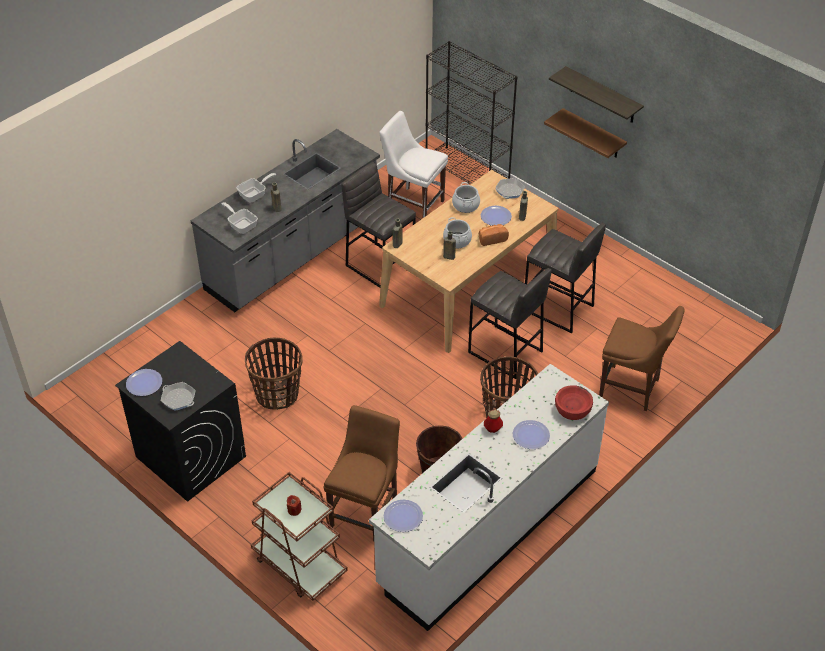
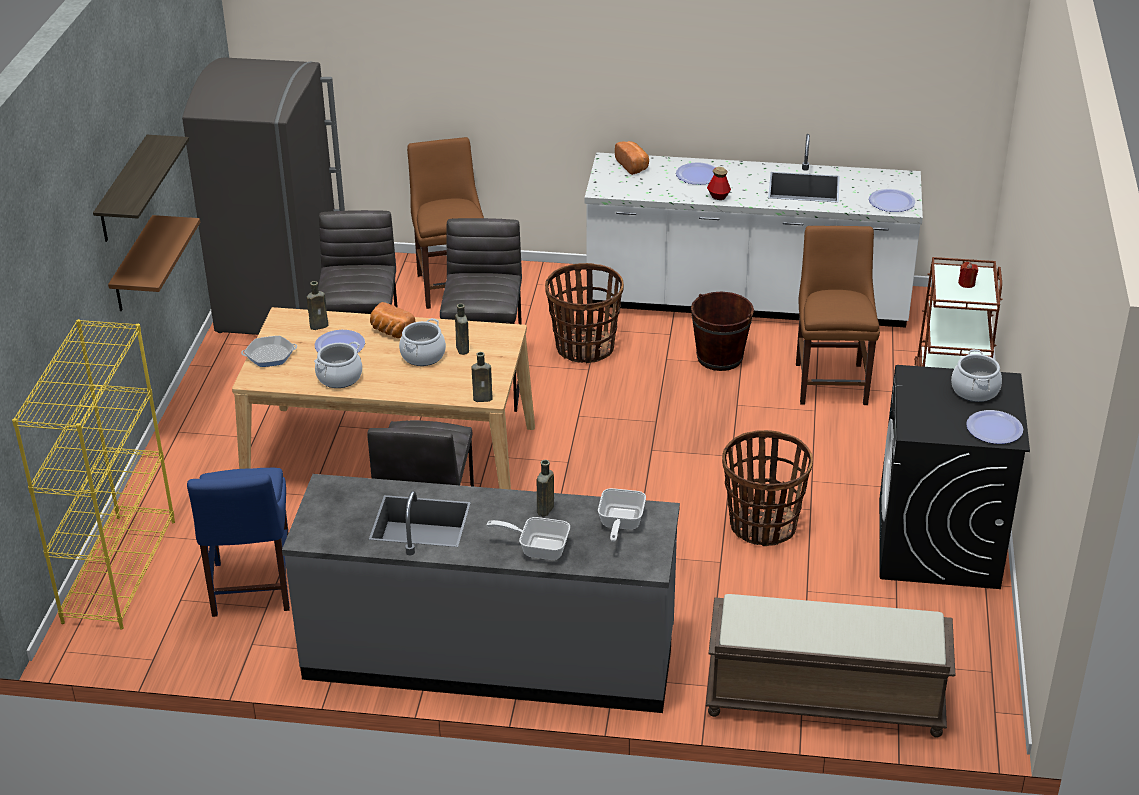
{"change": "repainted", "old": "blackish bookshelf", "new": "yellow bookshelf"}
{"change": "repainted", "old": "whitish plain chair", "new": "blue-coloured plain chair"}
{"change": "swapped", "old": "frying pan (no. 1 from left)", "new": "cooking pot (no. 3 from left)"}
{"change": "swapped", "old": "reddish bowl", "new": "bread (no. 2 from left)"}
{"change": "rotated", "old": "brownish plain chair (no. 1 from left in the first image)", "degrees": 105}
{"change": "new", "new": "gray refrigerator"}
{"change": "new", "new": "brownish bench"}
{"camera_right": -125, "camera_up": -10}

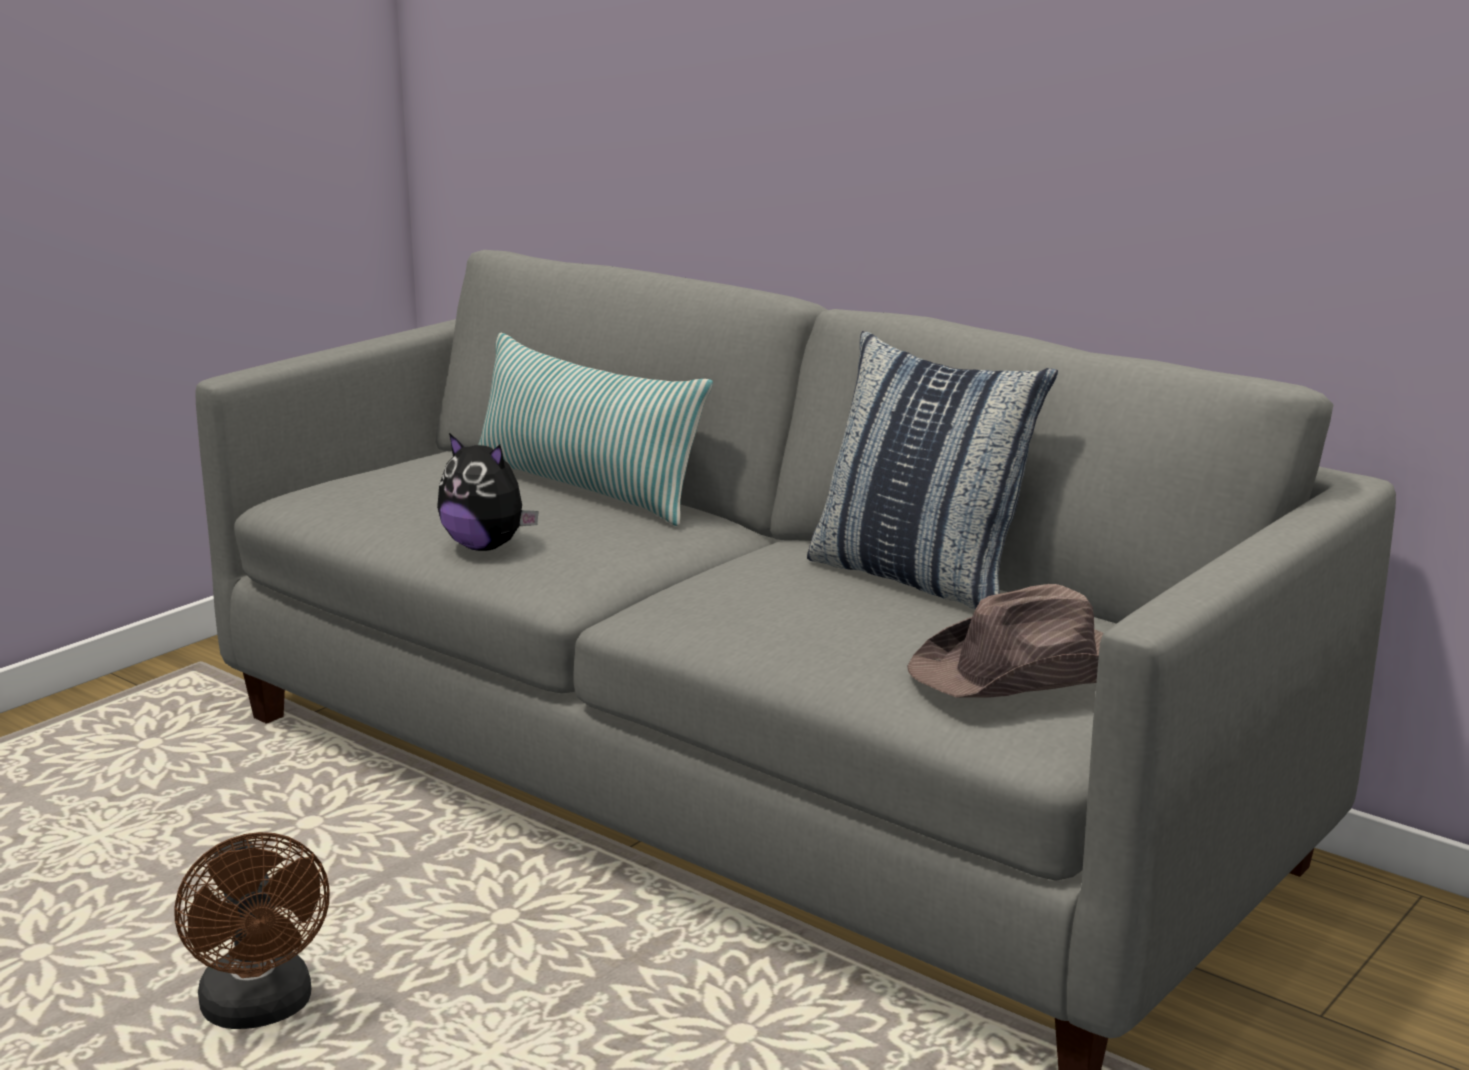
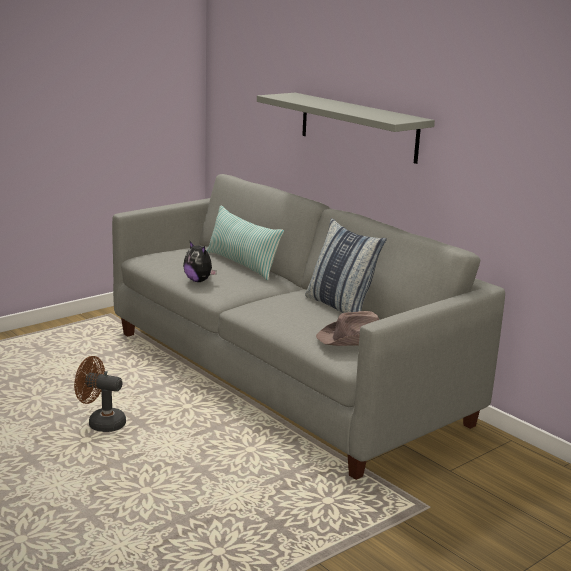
{"change": "rotated", "old": "brownish electric fan", "degrees": 120}
{"change": "new", "new": "gray wall shelf"}
{"camera_right": 10, "camera_up": 0}

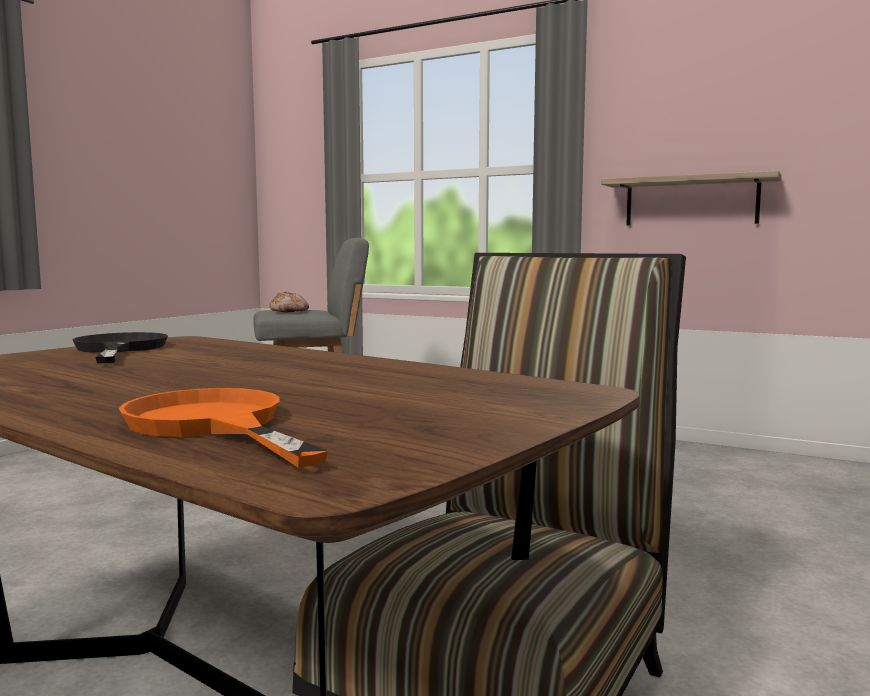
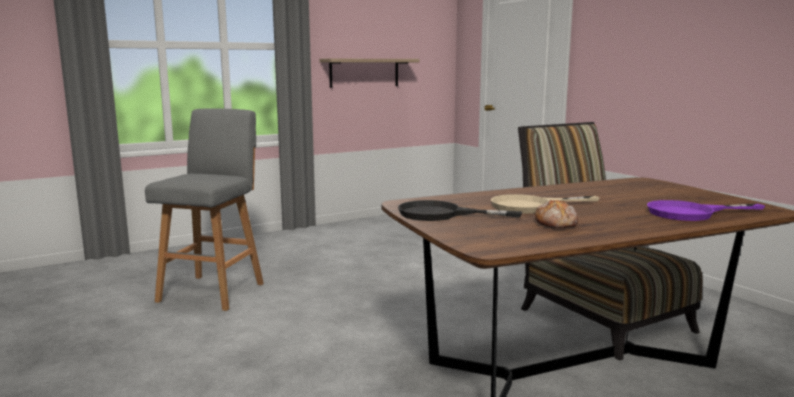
{"change": "shifted", "old": "bread"}
{"change": "repainted", "old": "orange frying pan", "new": "purple frying pan"}
{"change": "new", "new": "sand-coloured frying pan"}
{"camera_right": -60, "camera_up": 5}

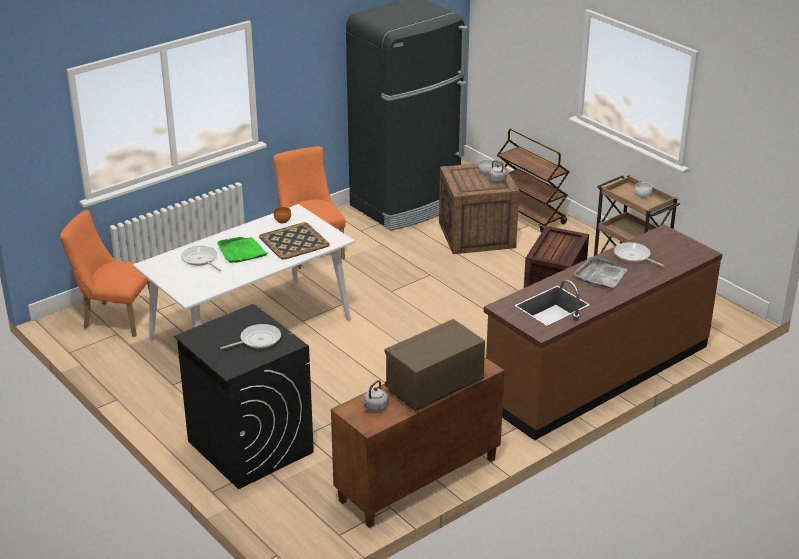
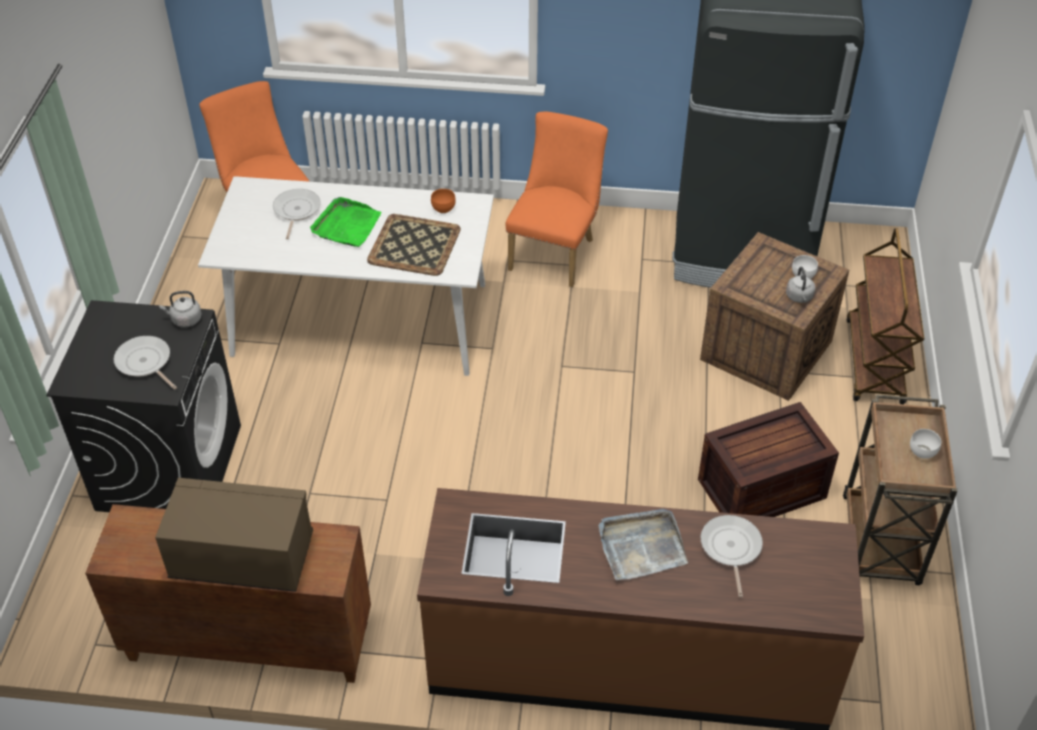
{"change": "rotated", "old": "frying pan (no. 2 from left in the first image)", "degrees": -150}
{"change": "shifted", "old": "gray water kettle (no. 1 from left)"}
{"camera_right": 45, "camera_up": 15}

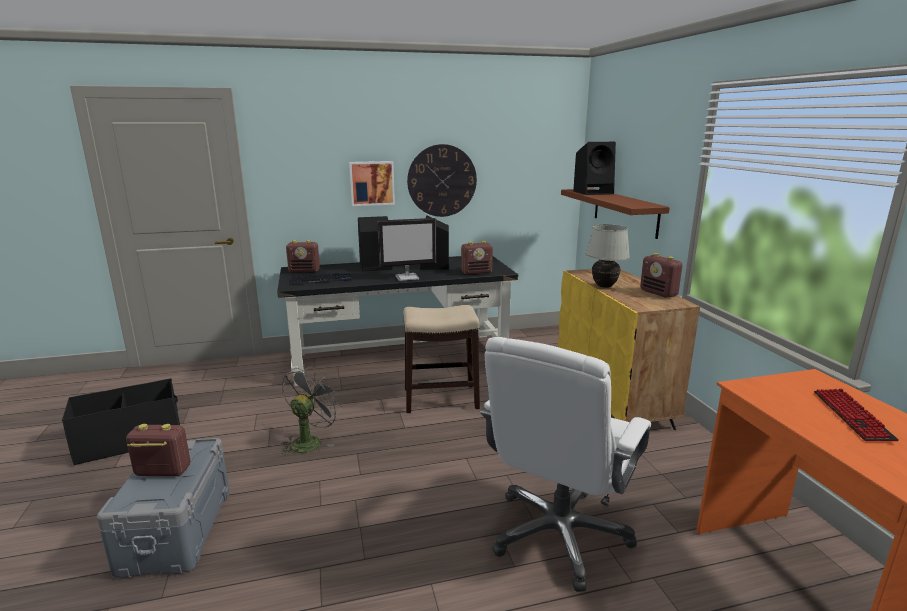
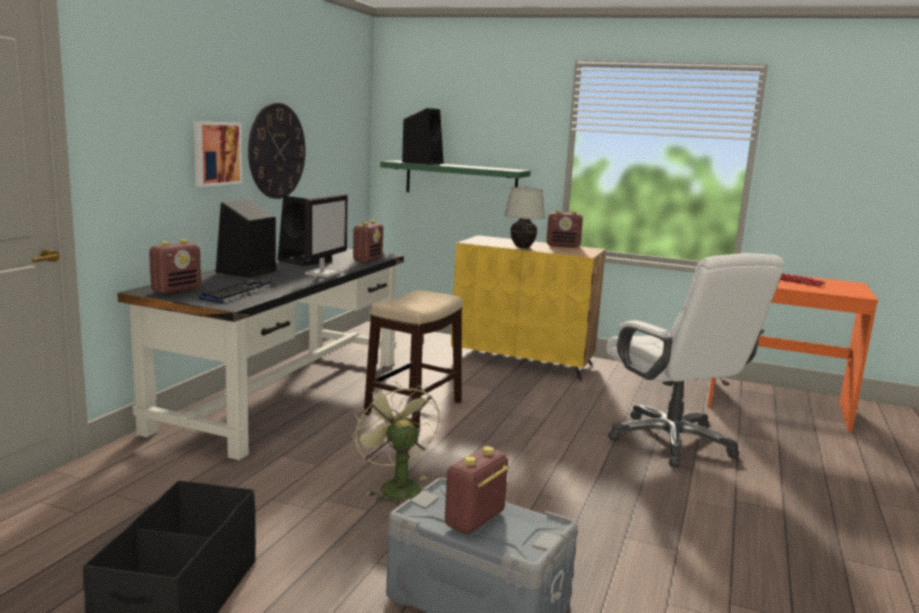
{"change": "repainted", "old": "brownish wall shelf", "new": "greenish wall shelf"}
{"change": "repainted", "old": "gray electric fan", "new": "greenish electric fan"}
{"camera_right": -55, "camera_up": -5}

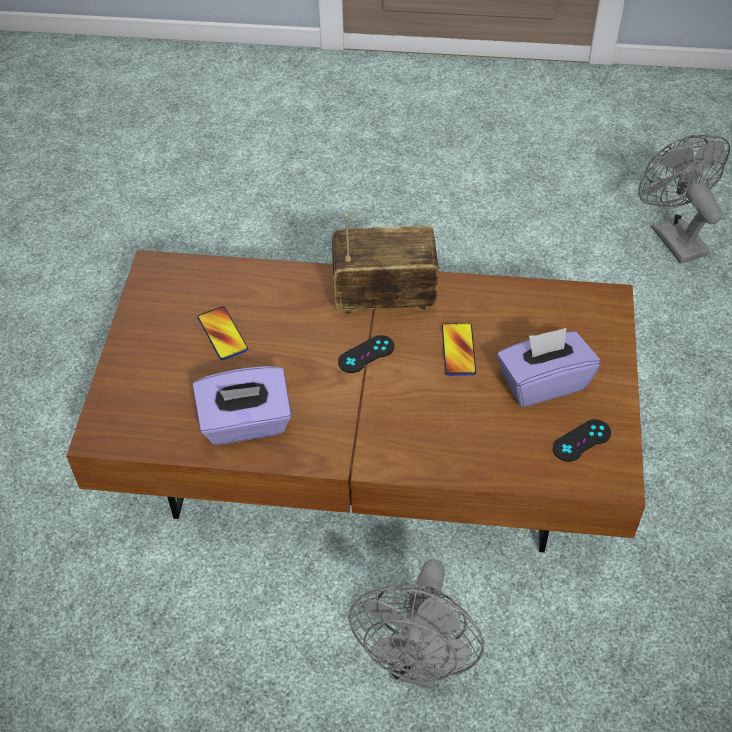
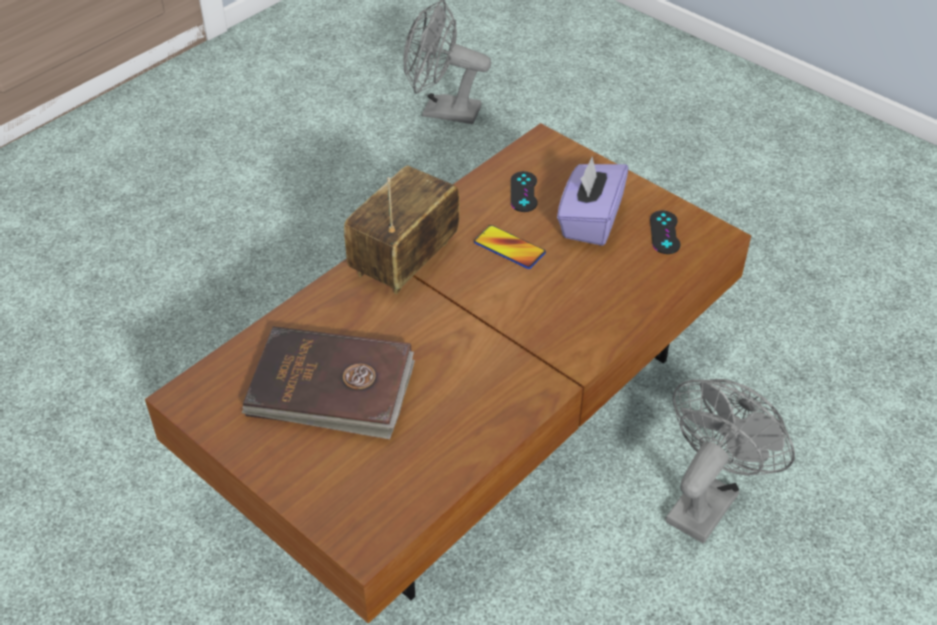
{"change": "swapped", "old": "phone (no. 1 from left)", "new": "brownish volume"}
{"change": "shifted", "old": "blackish game controller (no. 1 from left)"}
{"change": "gone", "old": "purple tissue box (no. 1 from left)"}
{"change": "rotated", "old": "gray electric fan (no. 1 from left in the first image)", "degrees": -105}
{"camera_right": -55, "camera_up": -5}

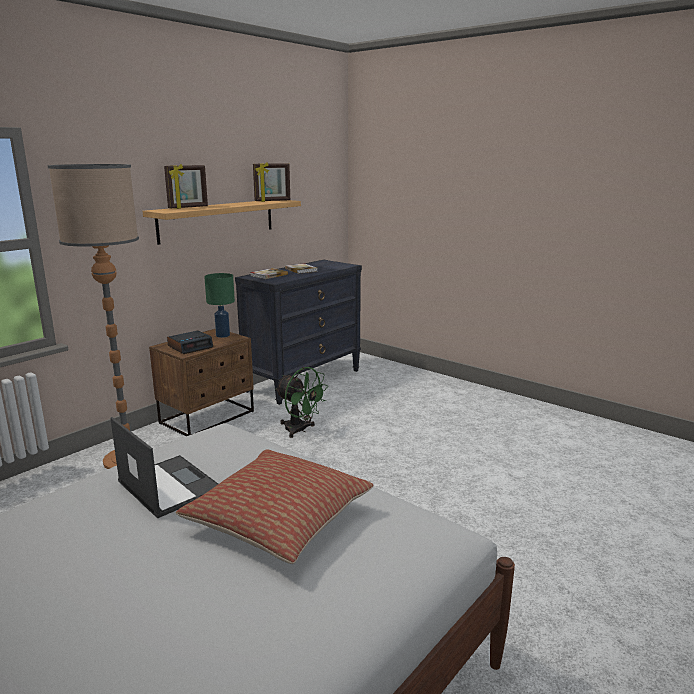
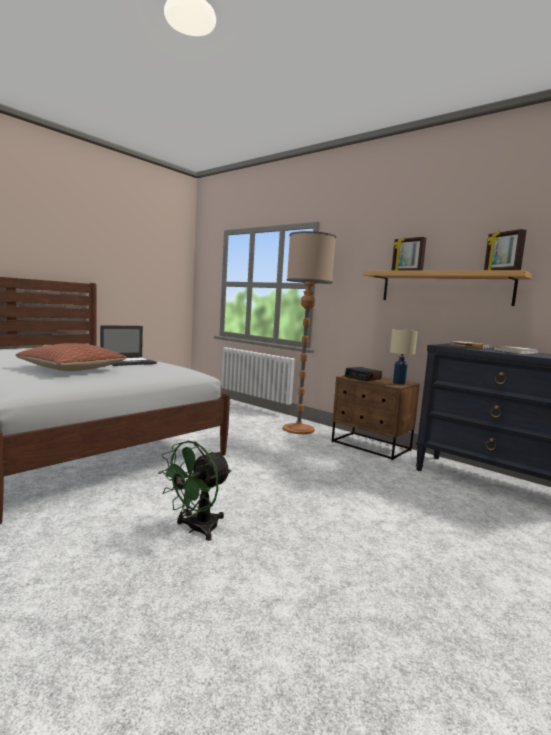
{"change": "repainted", "old": "greenish tabletop lamp", "new": "sand-coloured tabletop lamp"}
{"change": "shifted", "old": "greenish electric fan"}
{"camera_right": 90, "camera_up": -10}

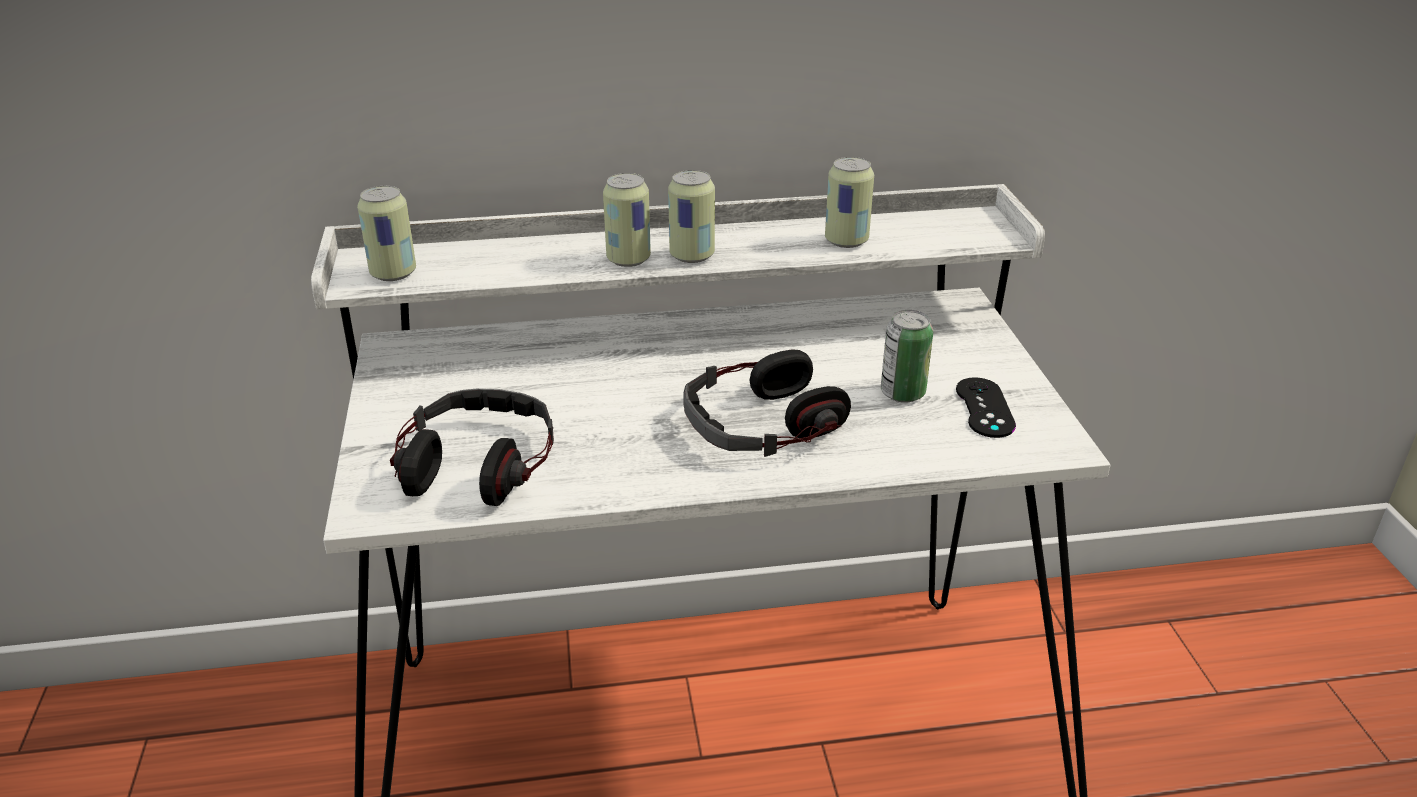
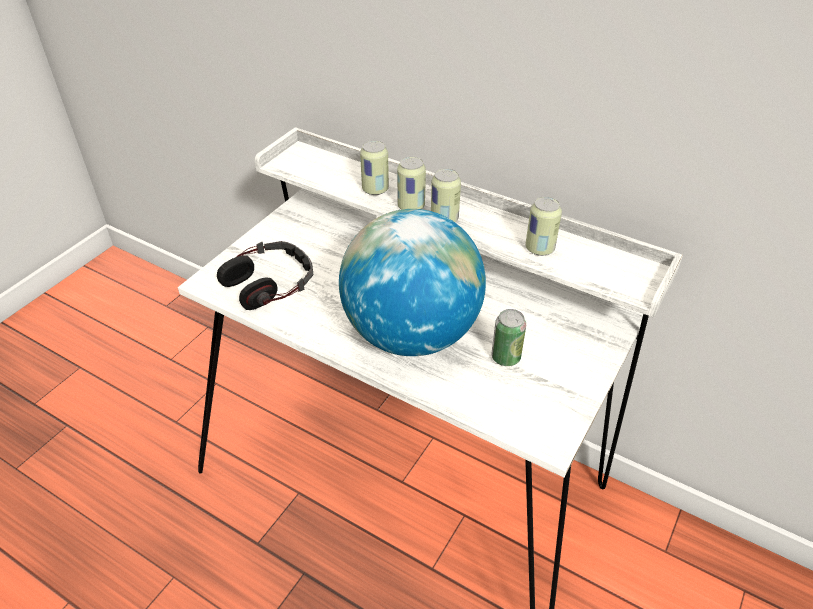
{"change": "shifted", "old": "sealed can (no. 1 from left)"}
{"change": "swapped", "old": "headphones (no. 2 from left)", "new": "desk globe"}
{"change": "gone", "old": "blackish game controller"}
{"camera_right": 40, "camera_up": 10}

